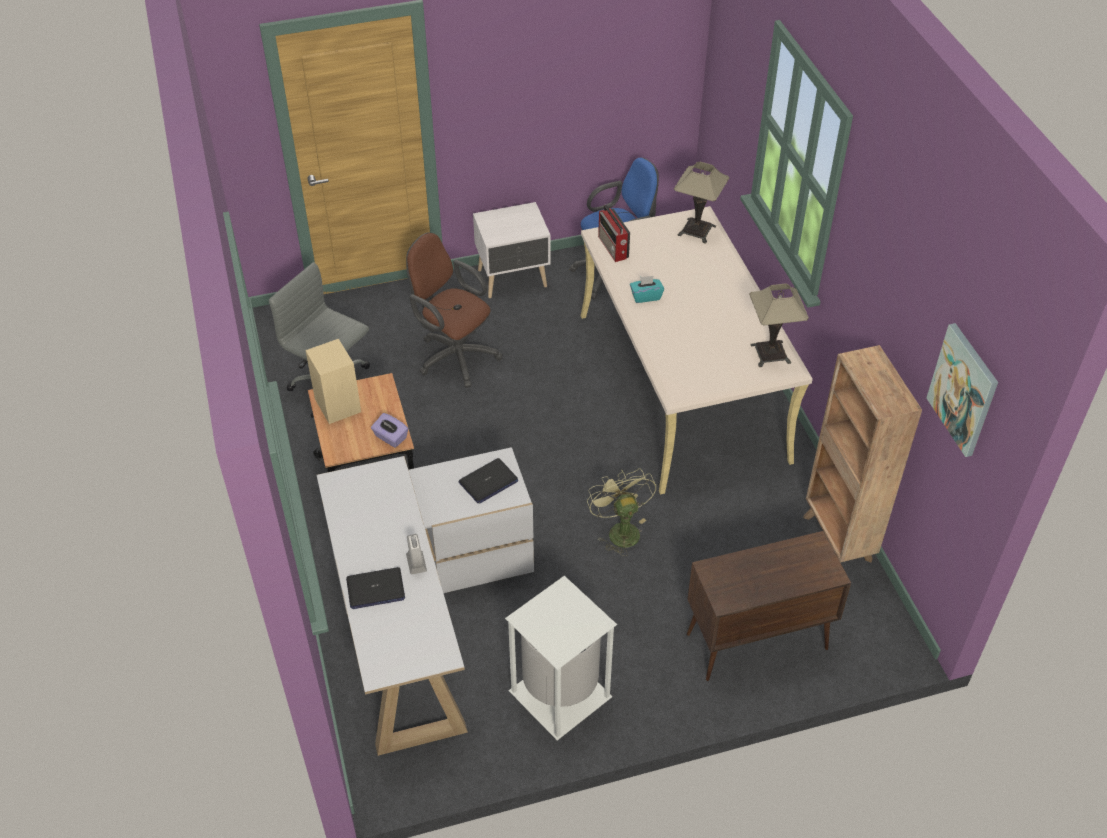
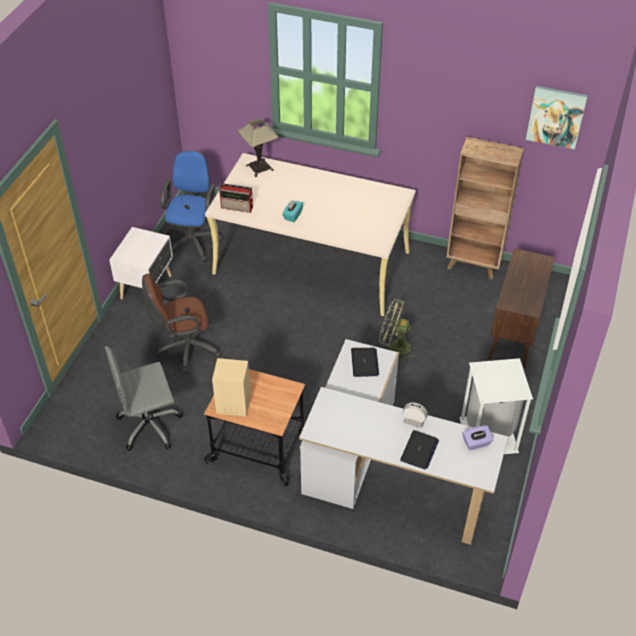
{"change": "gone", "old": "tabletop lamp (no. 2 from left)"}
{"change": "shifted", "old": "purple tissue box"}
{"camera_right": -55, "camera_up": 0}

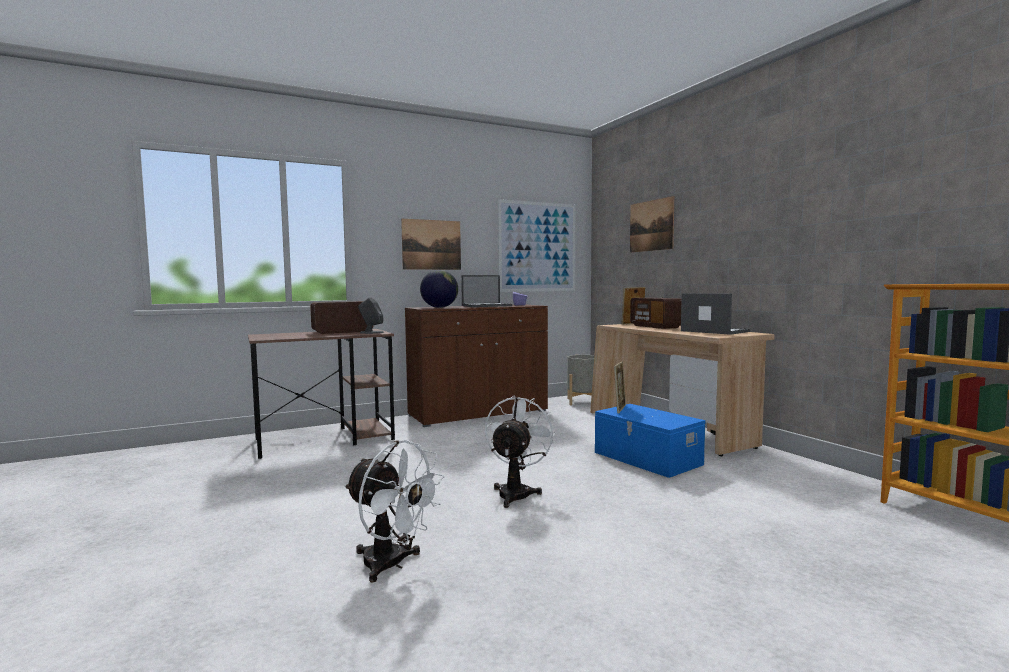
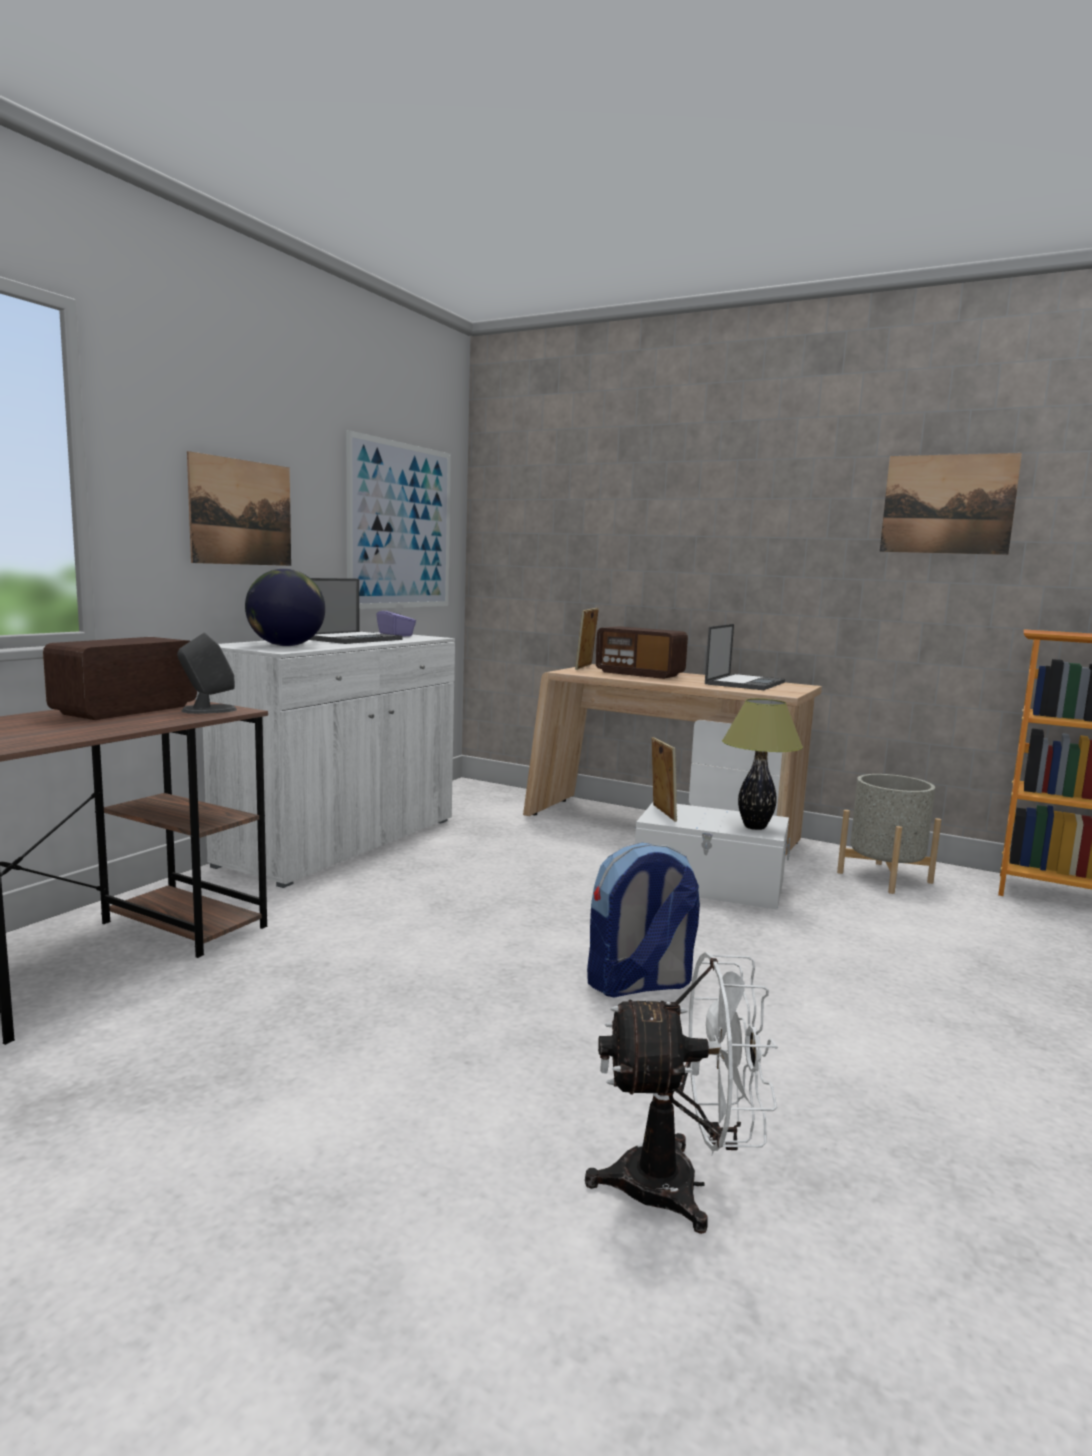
{"change": "shifted", "old": "wall picture (no. 3 from left)"}
{"change": "rotated", "old": "notebook computer (no. 2 from left)", "degrees": 105}
{"change": "repainted", "old": "brownish storage cabinet", "new": "whitish storage cabinet"}
{"change": "shifted", "old": "gray plant pot"}
{"change": "swapped", "old": "whitish electric fan (no. 2 from left)", "new": "backpack"}
{"change": "repainted", "old": "blue-coloured storage box", "new": "whitish storage box"}
{"change": "new", "new": "tabletop lamp"}
{"camera_right": -35, "camera_up": 5}

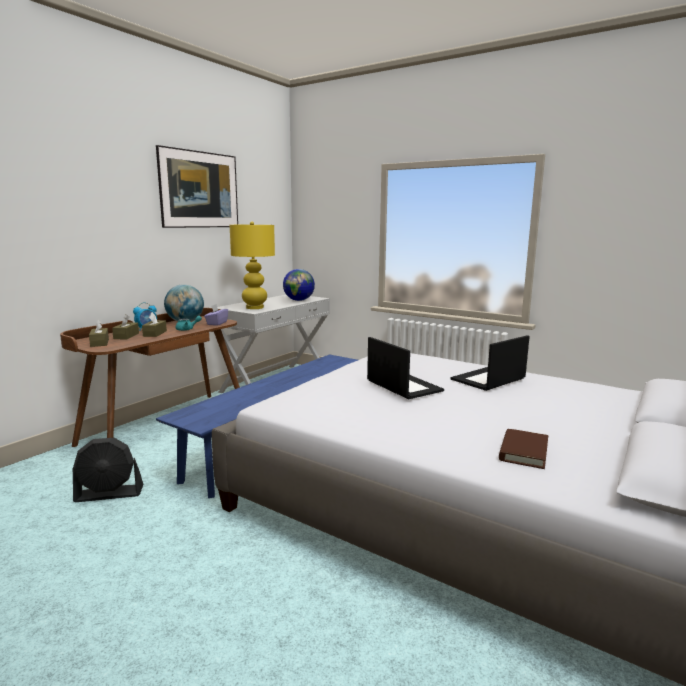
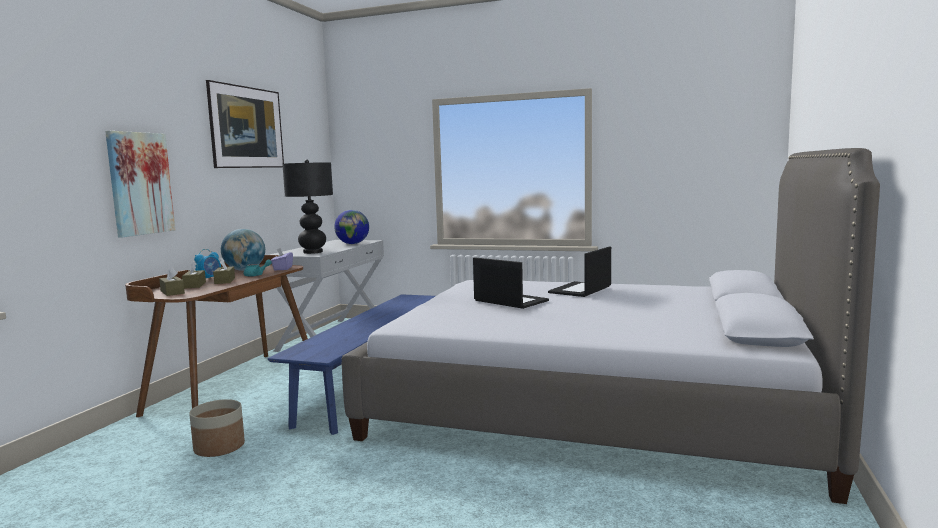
{"change": "repainted", "old": "yellow tabletop lamp", "new": "blackish tabletop lamp"}
{"change": "gone", "old": "brownish volume"}
{"change": "swapped", "old": "blackish electric fan", "new": "plant pot"}
{"change": "new", "new": "wall picture (no. 1 from left)"}
{"camera_right": -15, "camera_up": -5}

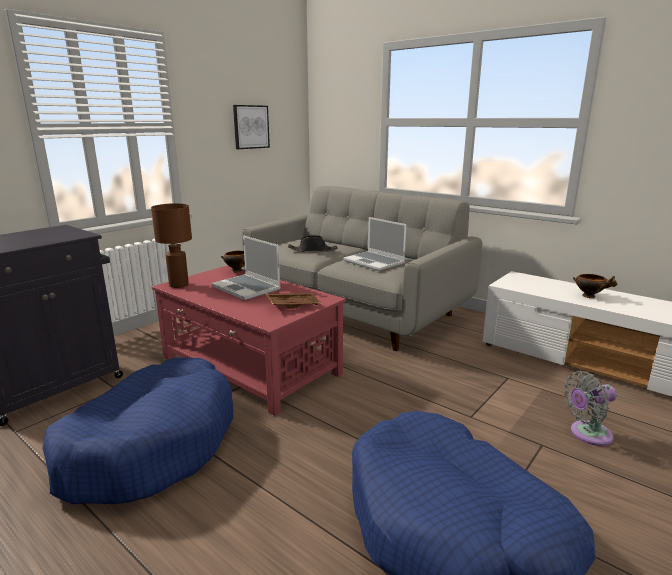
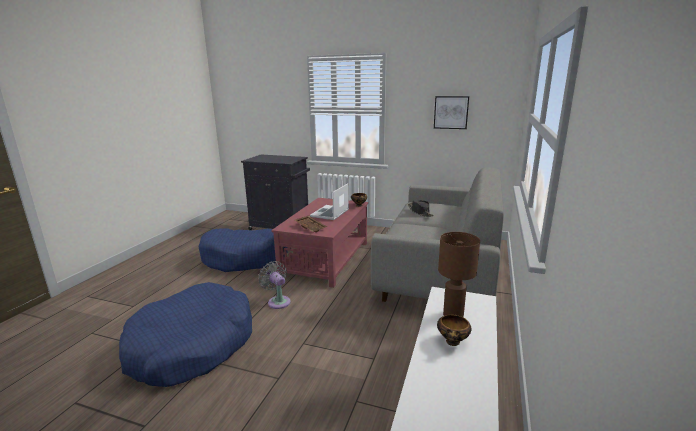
{"change": "shifted", "old": "brownish tabletop lamp"}
{"change": "gone", "old": "notebook computer (no. 2 from left)"}
{"change": "shifted", "old": "gray electric fan"}
{"camera_right": 70, "camera_up": 0}

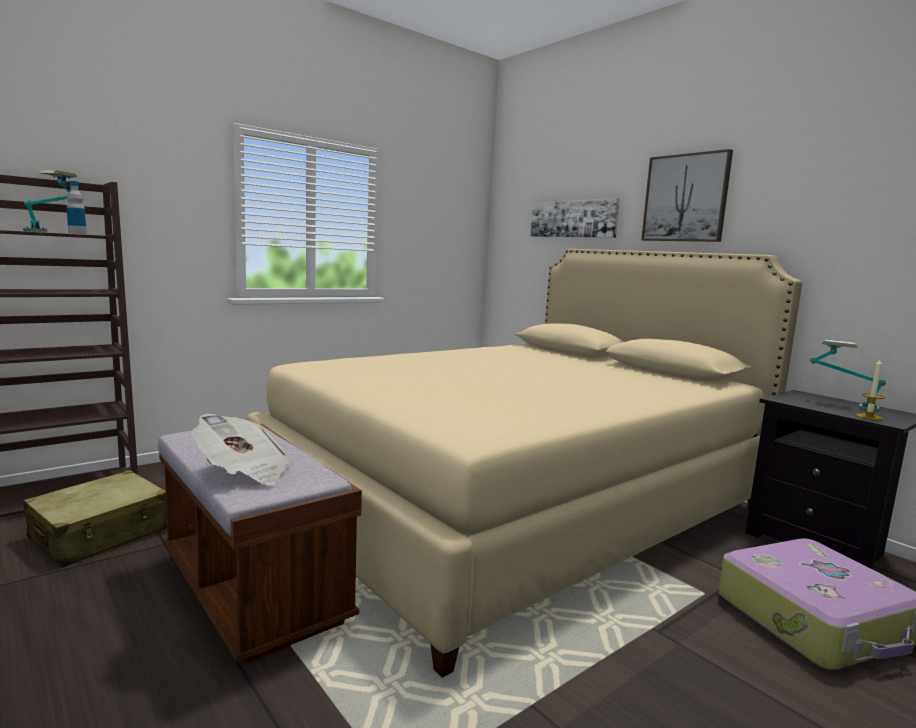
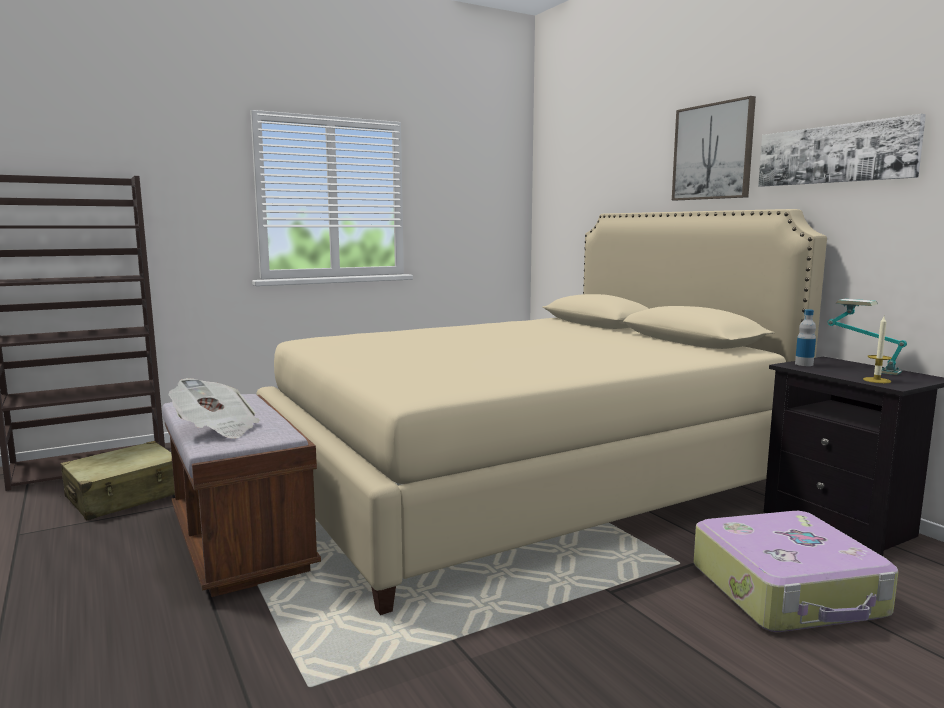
{"change": "gone", "old": "tabletop lamp (no. 1 from left)"}
{"change": "shifted", "old": "bottle"}
{"change": "shifted", "old": "wall picture (no. 1 from left in the first image)", "new": "wall picture (no. 2 from left)"}
{"camera_right": 10, "camera_up": 0}

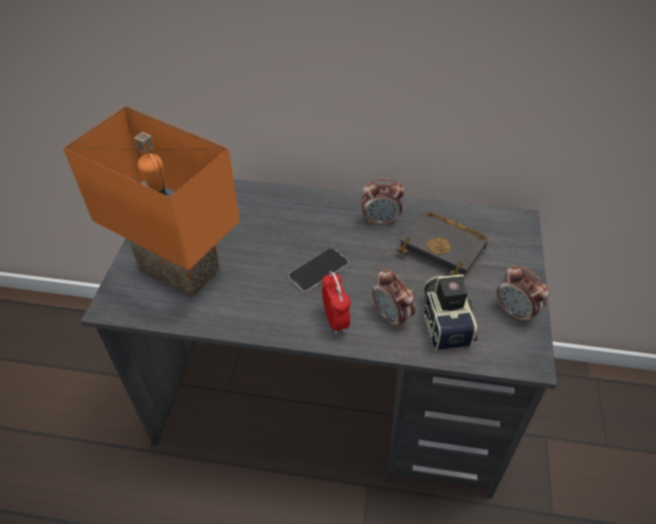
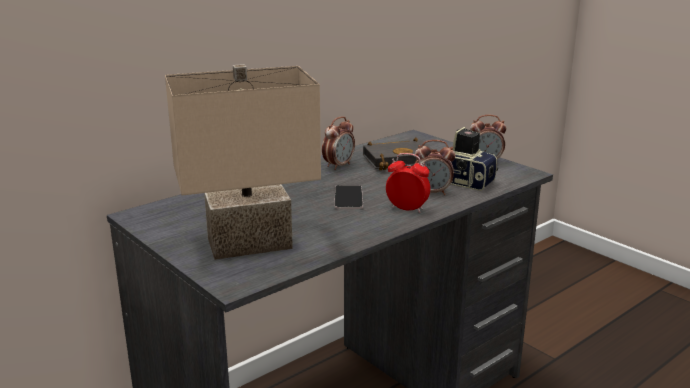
{"change": "repainted", "old": "orange tabletop lamp", "new": "sand-coloured tabletop lamp"}
{"camera_right": -50, "camera_up": -25}

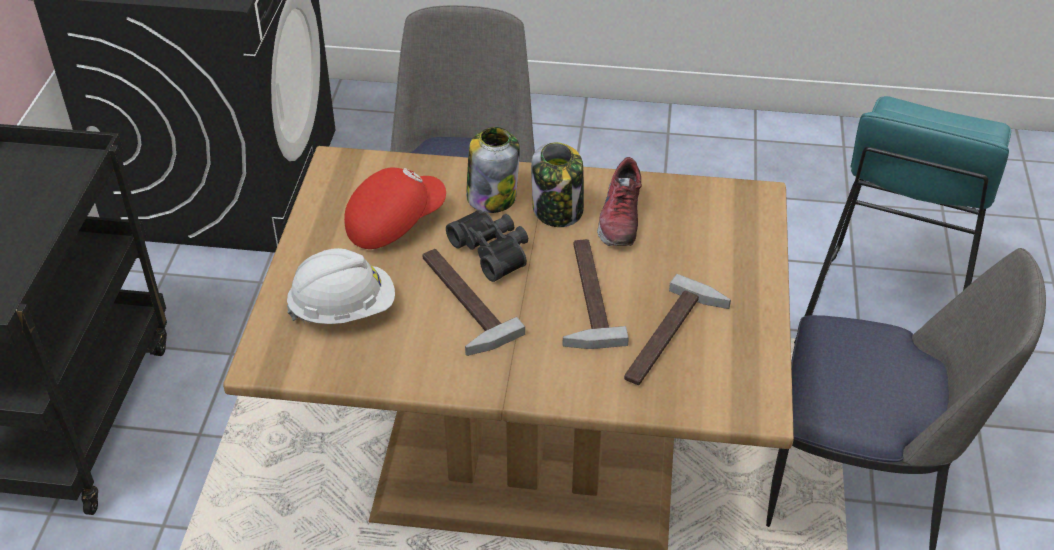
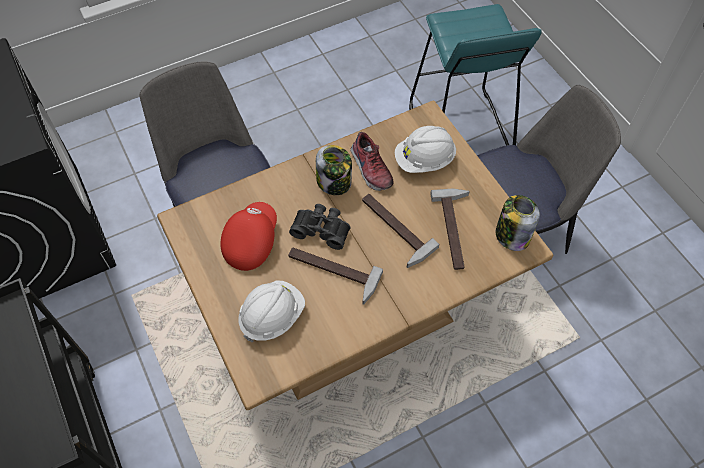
{"change": "shifted", "old": "preserve jar (no. 1 from left in the first image)", "new": "preserve jar (no. 2 from left)"}
{"change": "new", "new": "whitish hard hat (no. 2 from left)"}
{"camera_right": -35, "camera_up": 15}

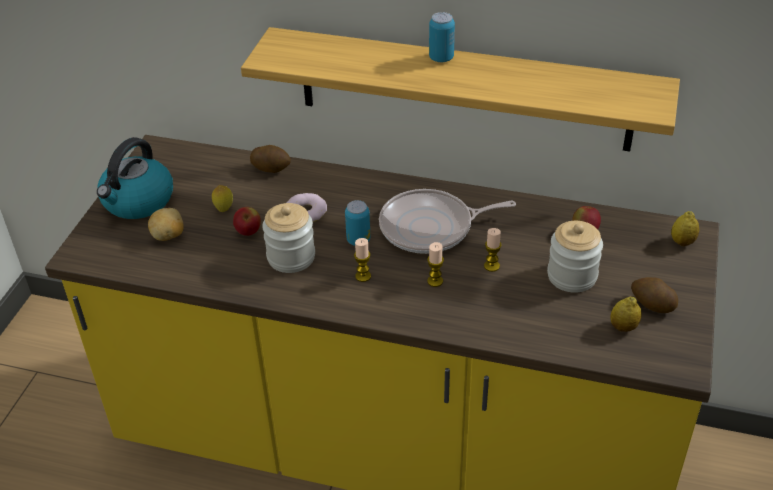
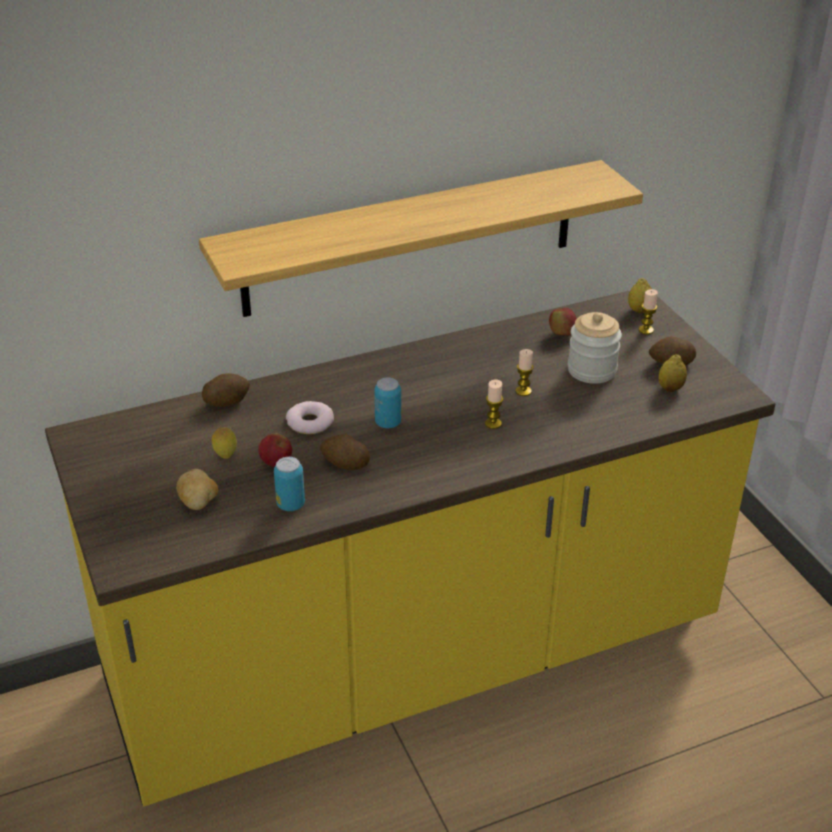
{"change": "shifted", "old": "sealed can (no. 2 from left in the first image)", "new": "sealed can (no. 1 from left)"}
{"change": "gone", "old": "water kettle"}
{"change": "gone", "old": "frying pan"}
{"change": "swapped", "old": "preserve jar (no. 1 from left)", "new": "spud (no. 3 from left)"}
{"change": "shifted", "old": "wax light (no. 1 from left in the first image)", "new": "wax light (no. 3 from left)"}
{"camera_right": -40, "camera_up": -5}

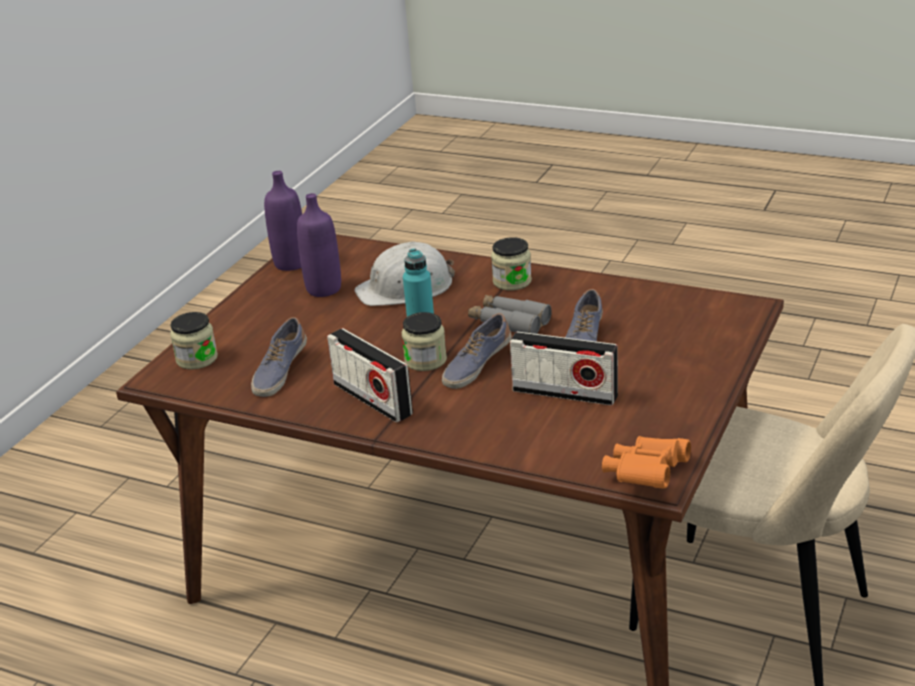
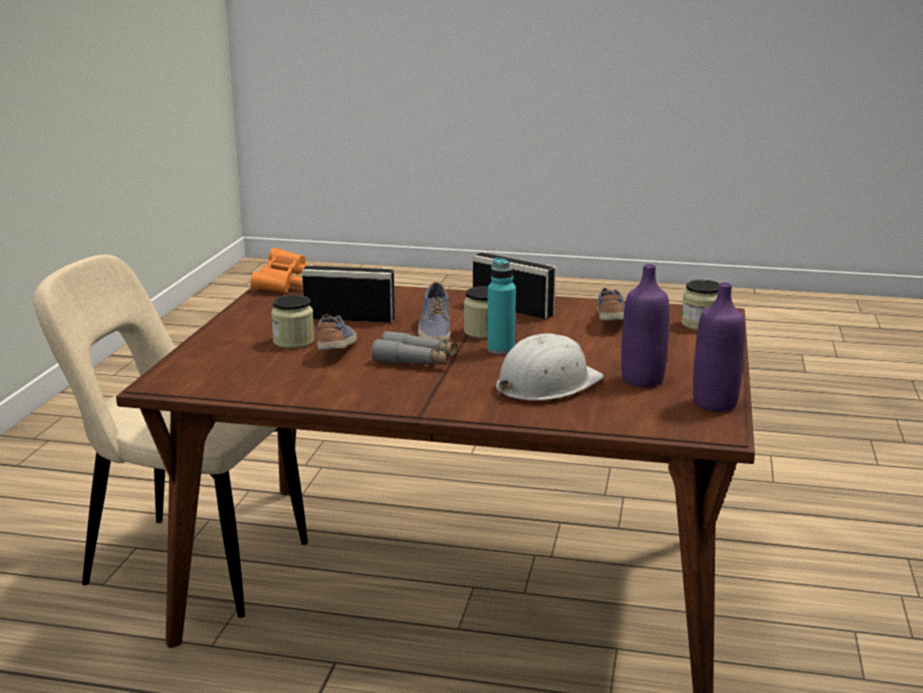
{"change": "shifted", "old": "preserve jar (no. 3 from left in the first image)", "new": "preserve jar (no. 1 from left)"}
{"change": "rotated", "old": "shoe (no. 2 from left)", "degrees": 150}
{"camera_right": 165, "camera_up": -10}

